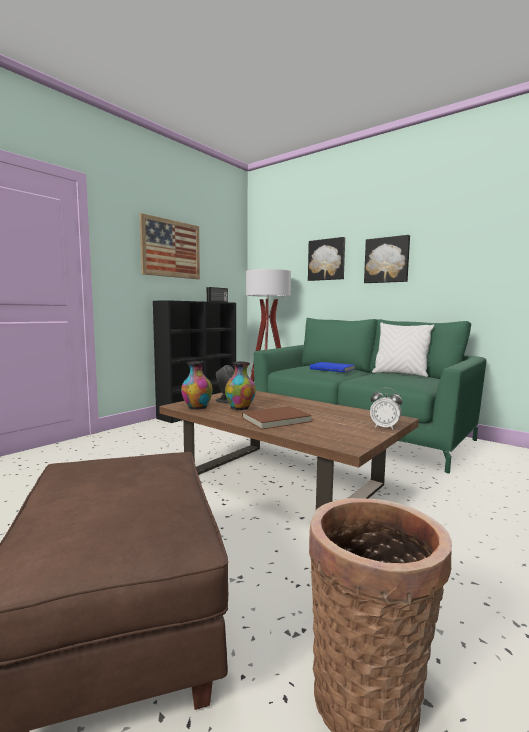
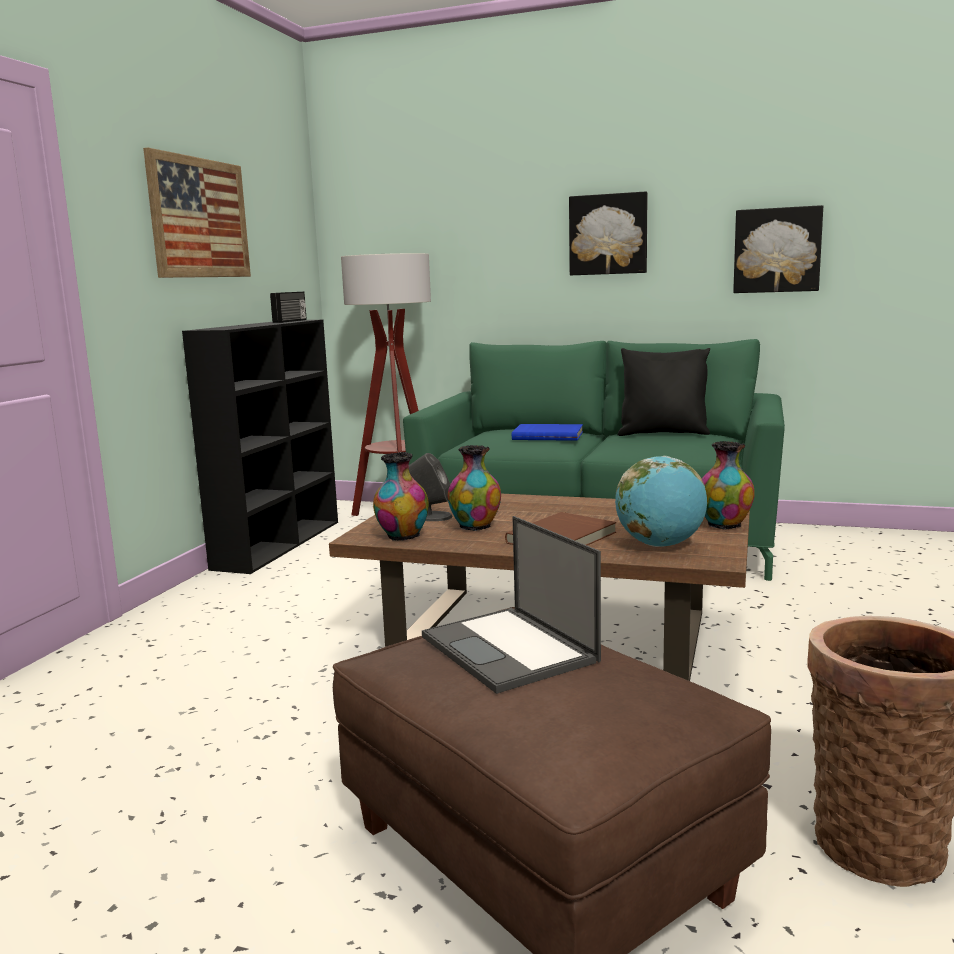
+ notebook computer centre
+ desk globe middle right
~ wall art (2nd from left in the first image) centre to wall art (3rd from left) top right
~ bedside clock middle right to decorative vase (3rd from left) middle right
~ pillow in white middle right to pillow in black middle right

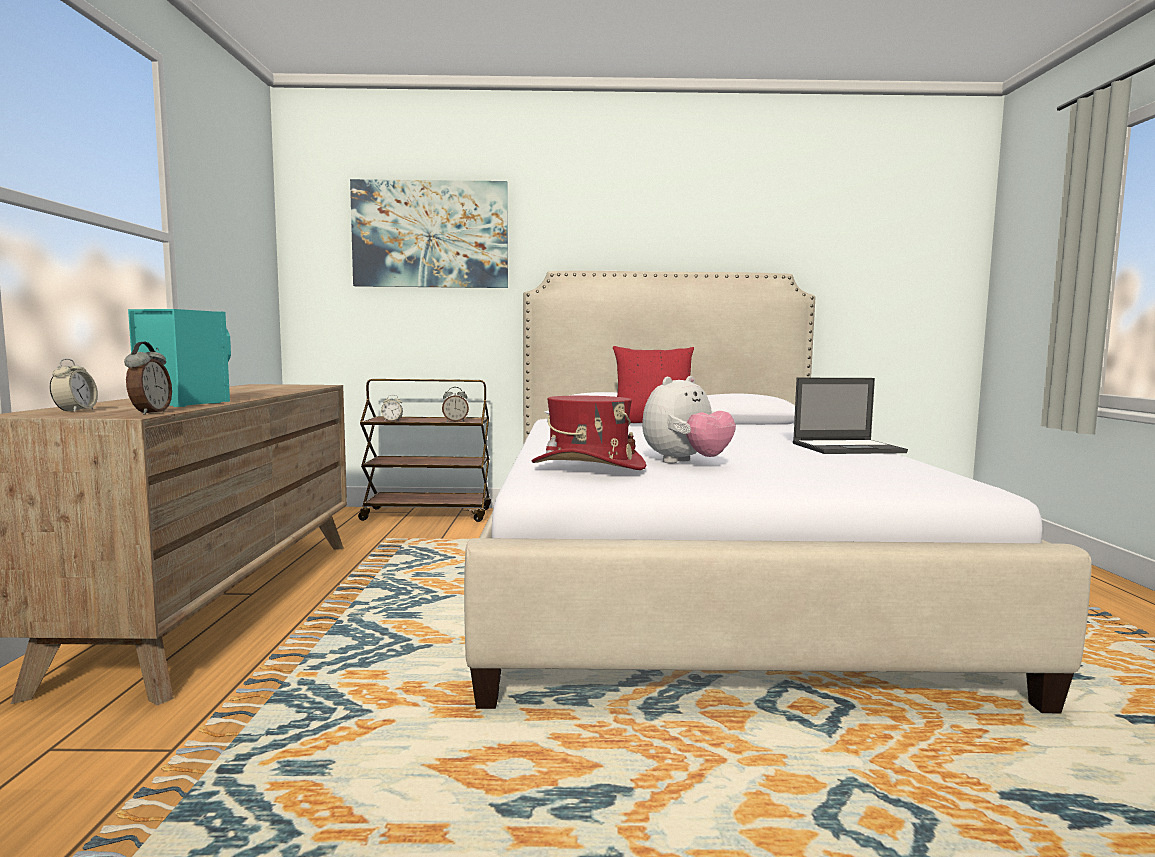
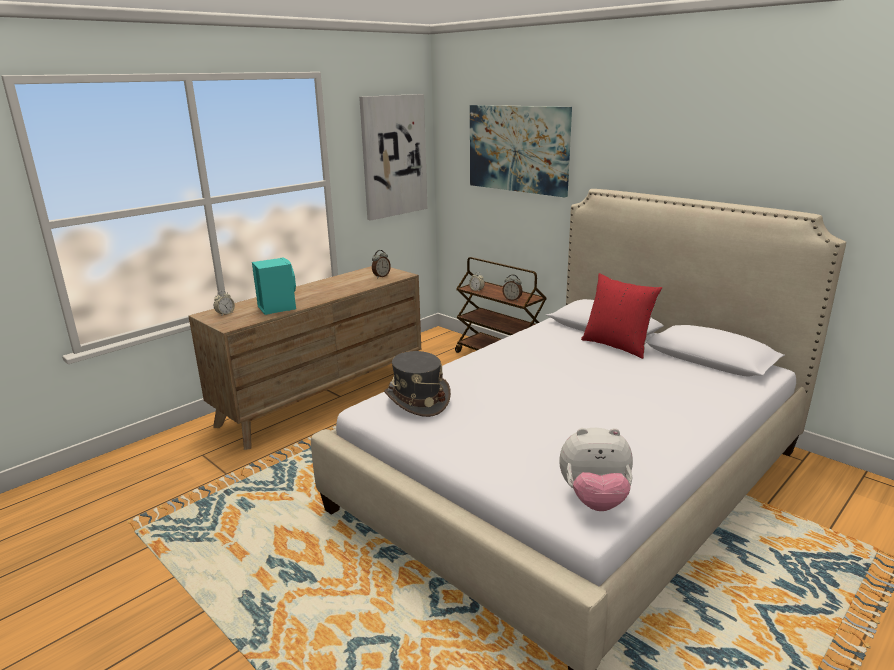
- notebook computer middle right
+ wall art (1st from left) top centre
~ bedside clock (2nd from left) middle left to centre
~ cuddly toy centre to bottom right
~ wearable hat in reddish centre to wearable hat in grey centre

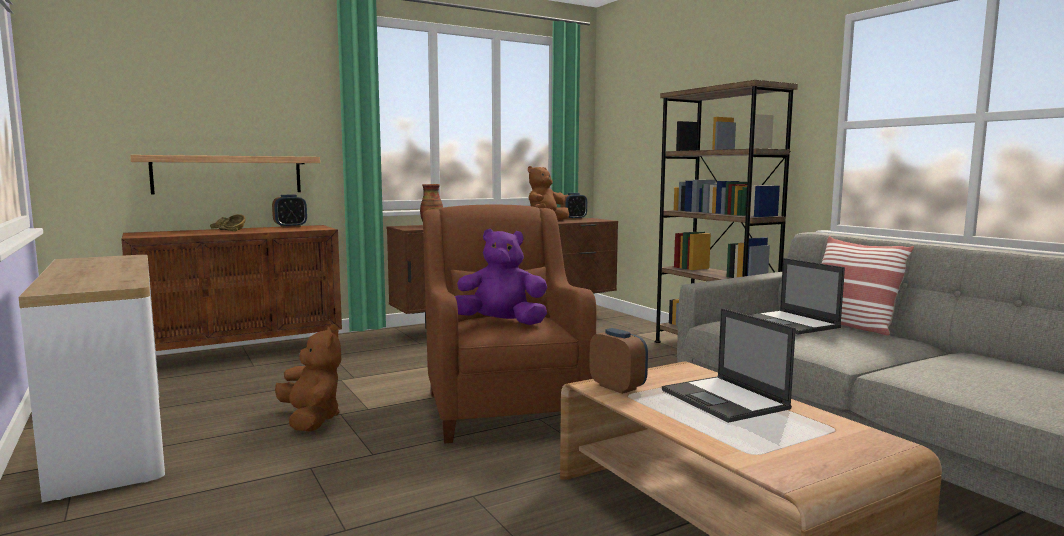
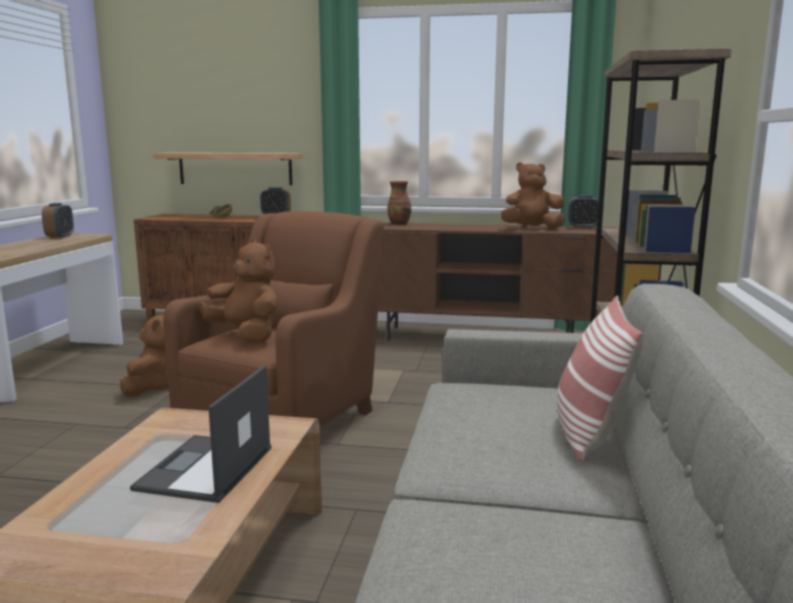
- notebook computer (2nd from left) middle right
~ bedside clock (3rd from left in the first image) bottom centre to bedside clock (1st from left) middle left
~ cuddly toy in purplish centre to cuddly toy in brownish (2nd from left) middle left

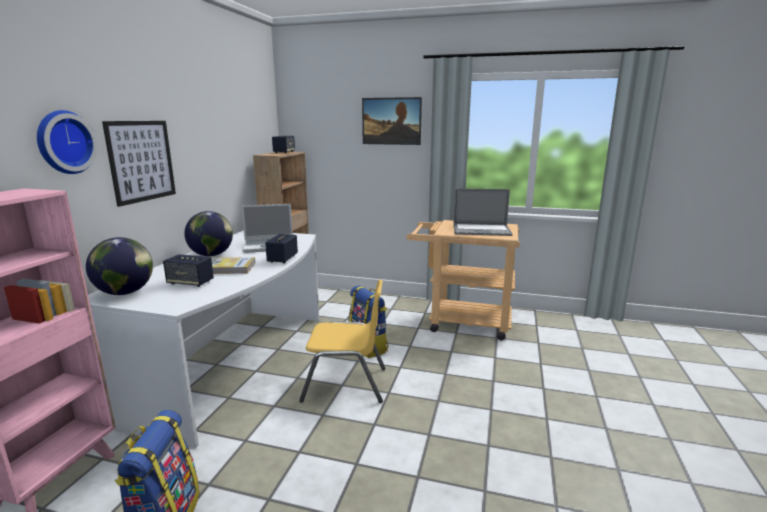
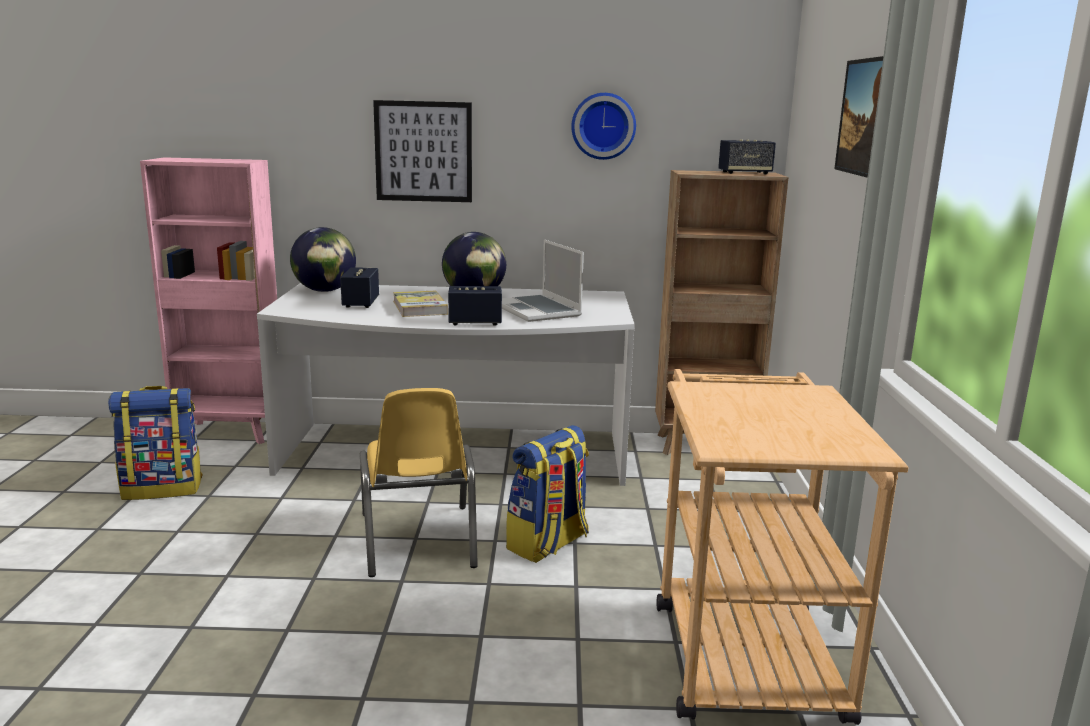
- notebook computer (2nd from left) centre
~ hanging clock top left to top centre

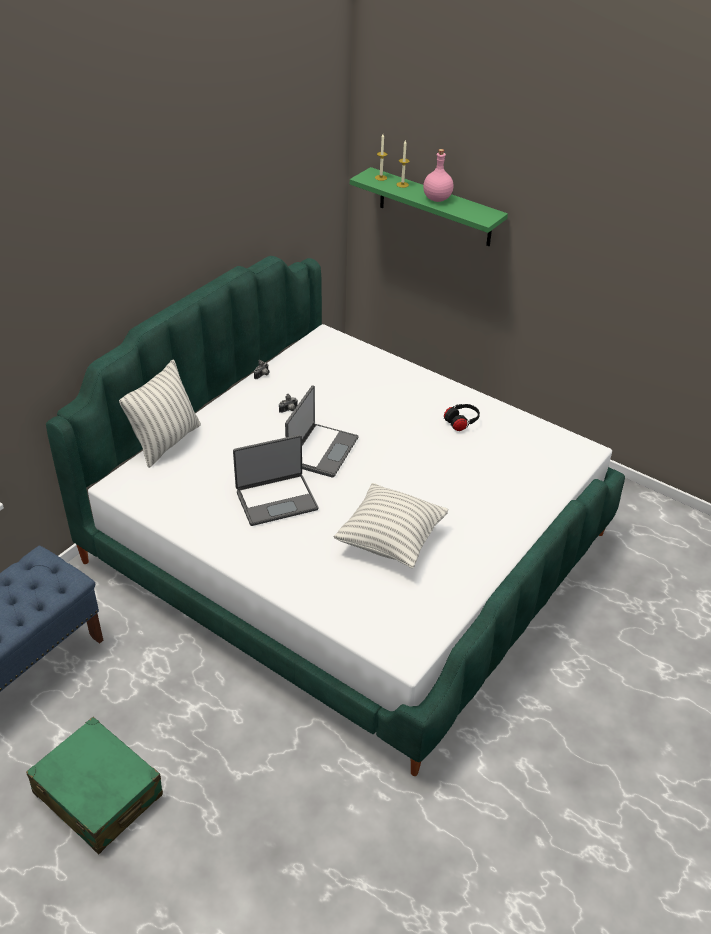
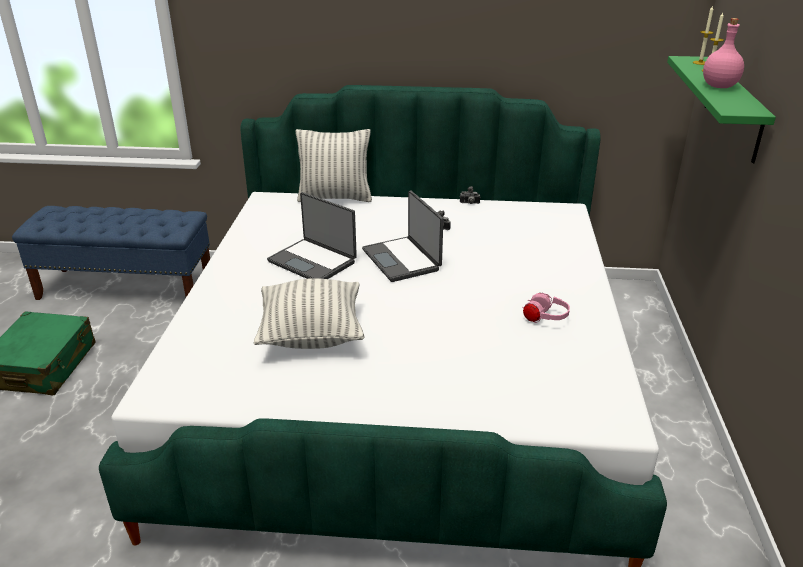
~ headset in black centre to headset in pinkish middle right
~ notebook computer (2nd from left) centre = centre 75 degrees clockwise

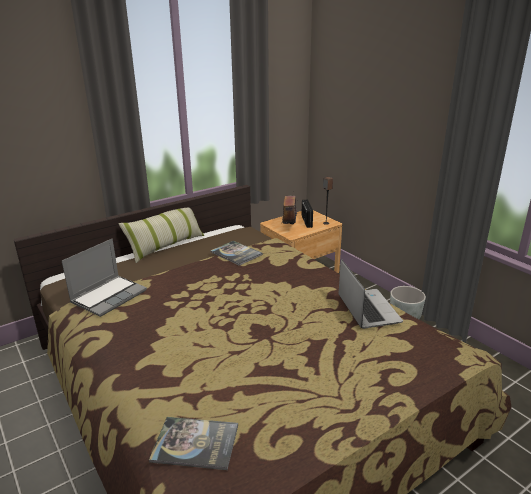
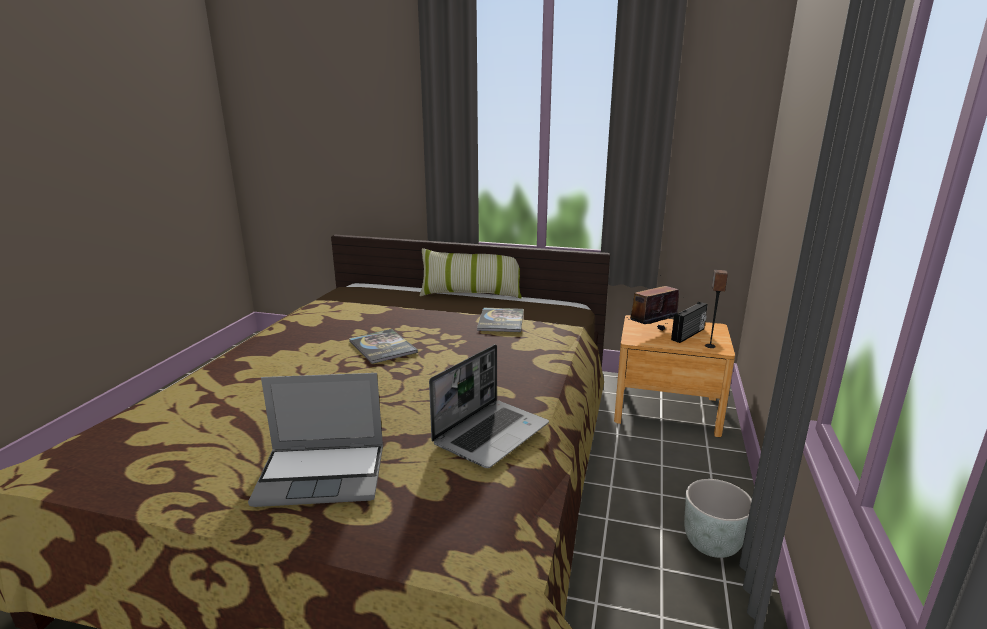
~ notebook computer (1st from left) middle left to bottom left
~ volume (1st from left) bottom centre to centre

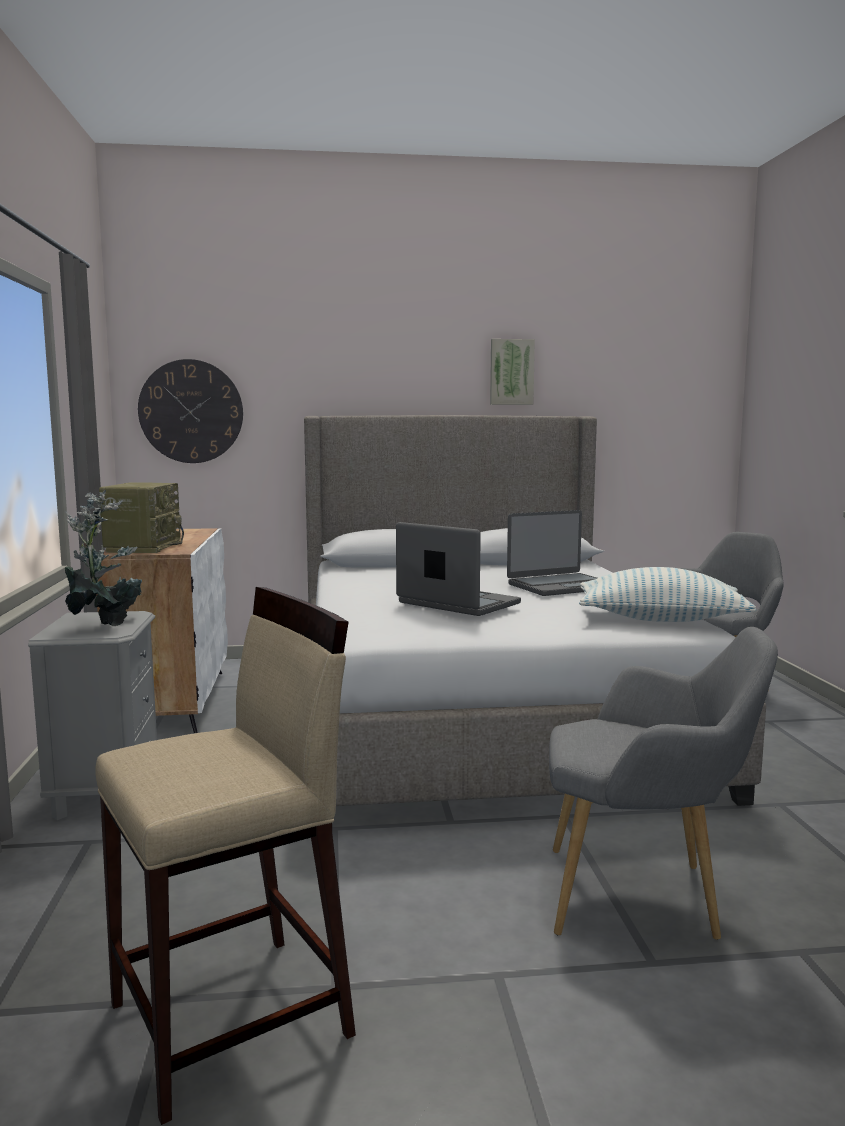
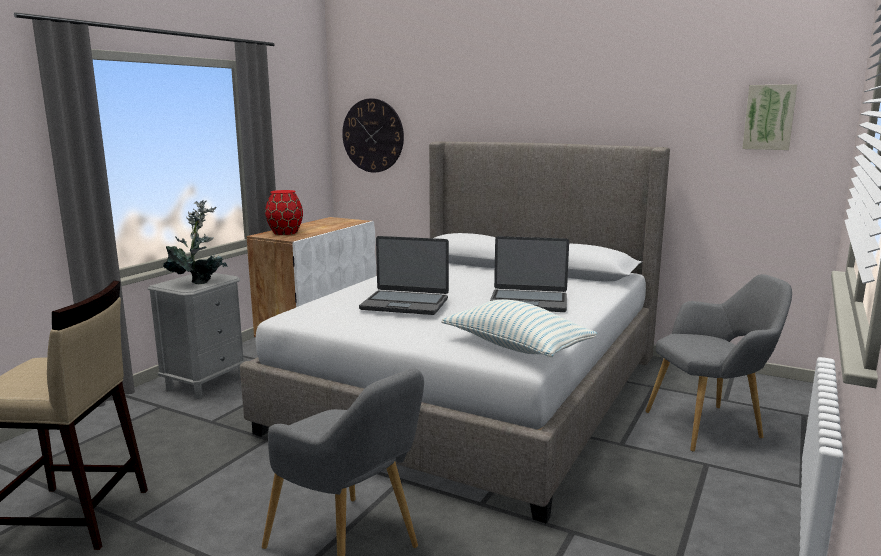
~ wall art top centre to top right
~ radio receiver middle left to decorative vase in reddish middle left
~ notebook computer (1st from left) centre = centre 120 degrees clockwise

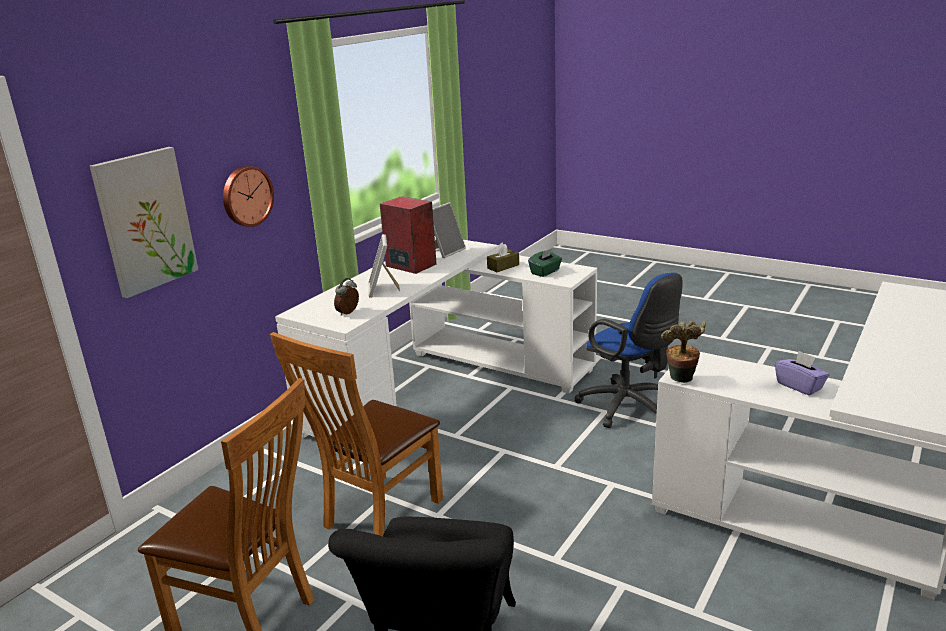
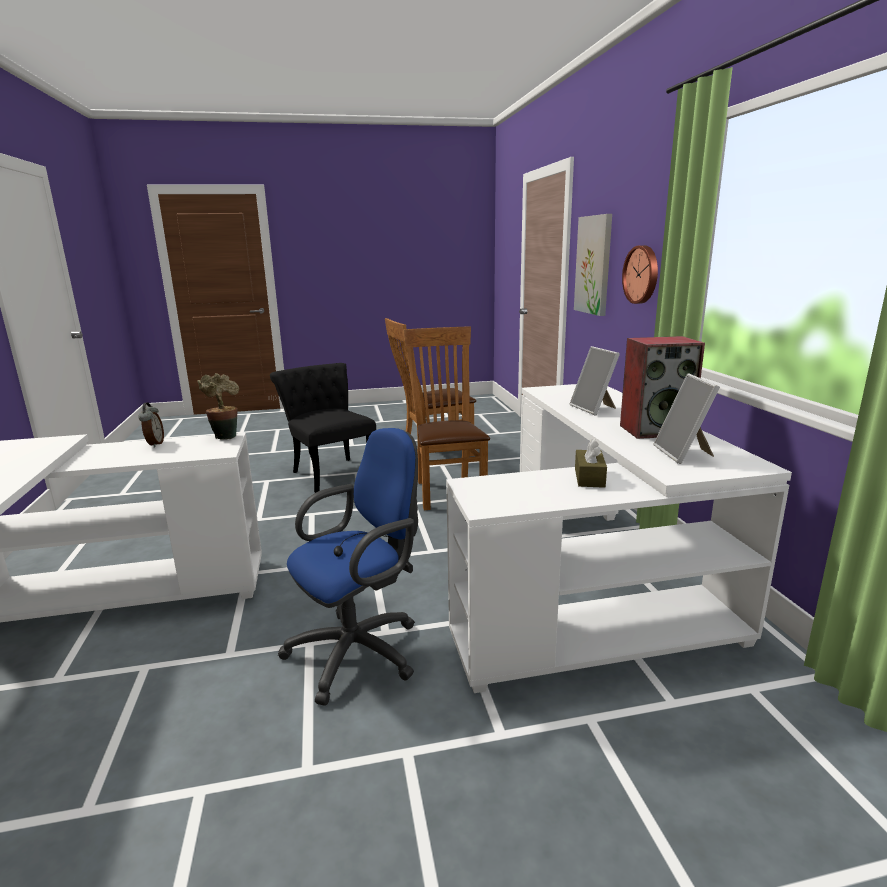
- tissue holder in green-coloured centre
- tissue holder in purplish middle right
~ bedside clock centre to middle left
~ standing frame (1st from left) centre = middle right 150 degrees counterclockwise
~ office chair in blue centre = centre 135 degrees clockwise

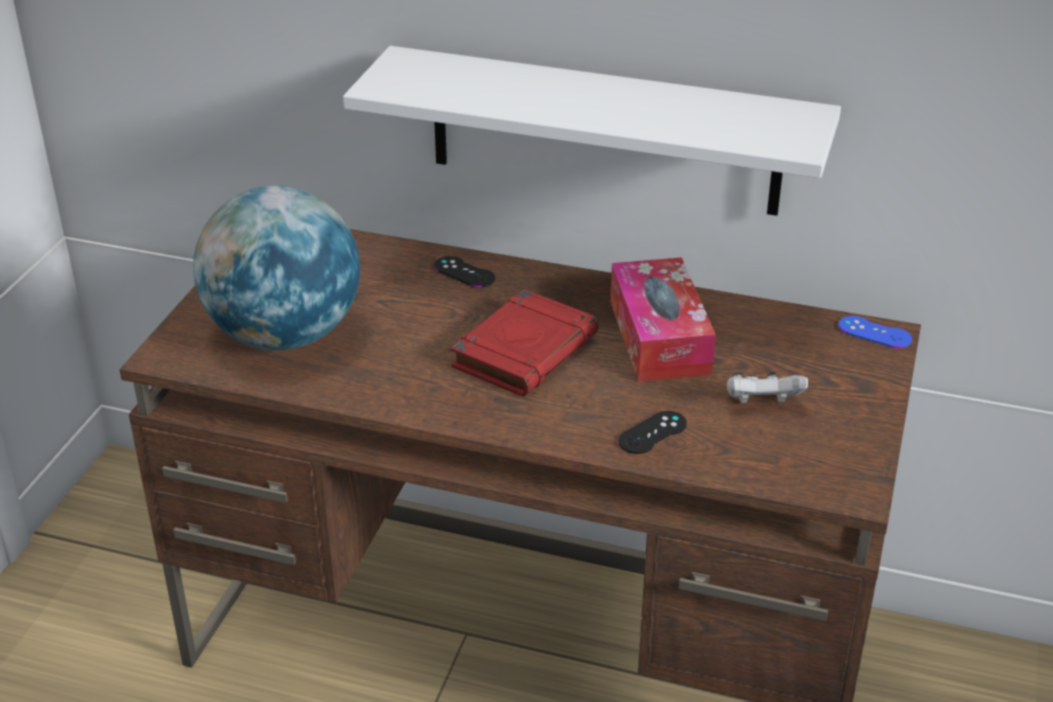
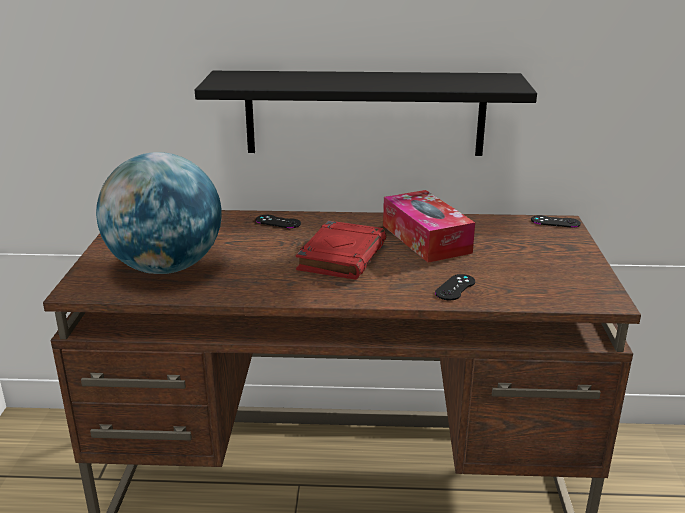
- joypad in white middle right
~ wall shelf in white top centre to wall shelf in black top centre
~ joypad in blue middle right to joypad in black (3rd from left) middle right

